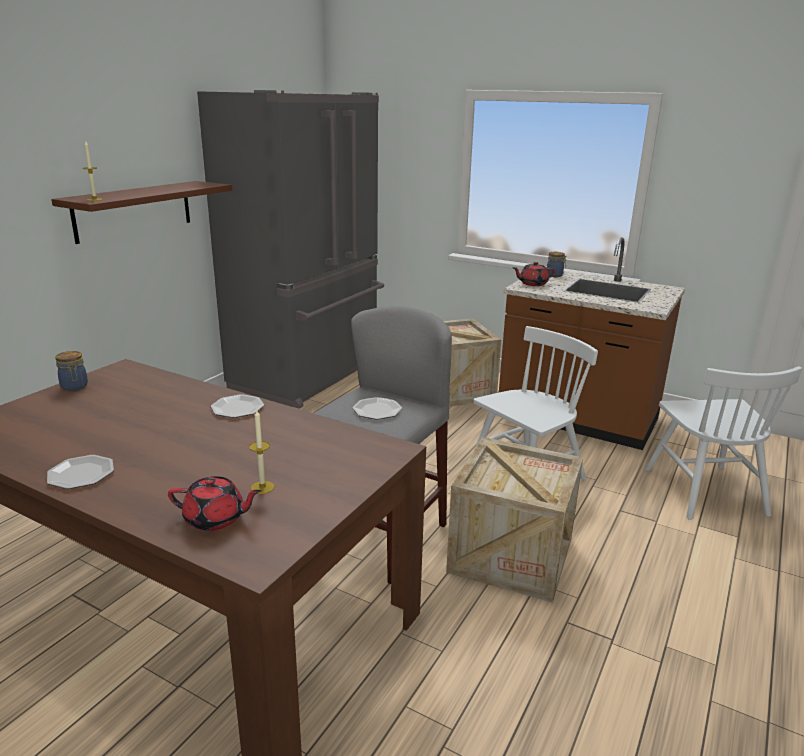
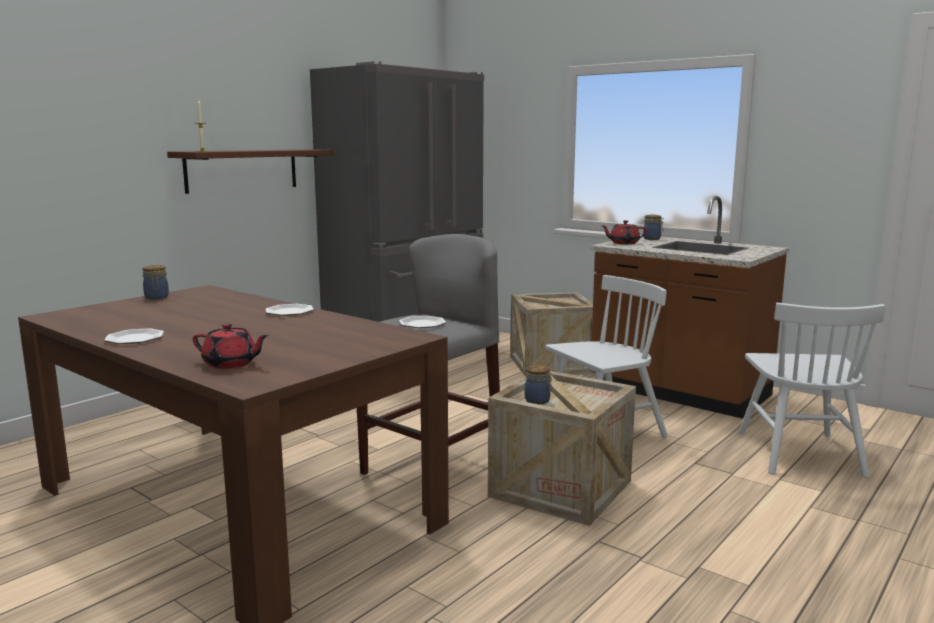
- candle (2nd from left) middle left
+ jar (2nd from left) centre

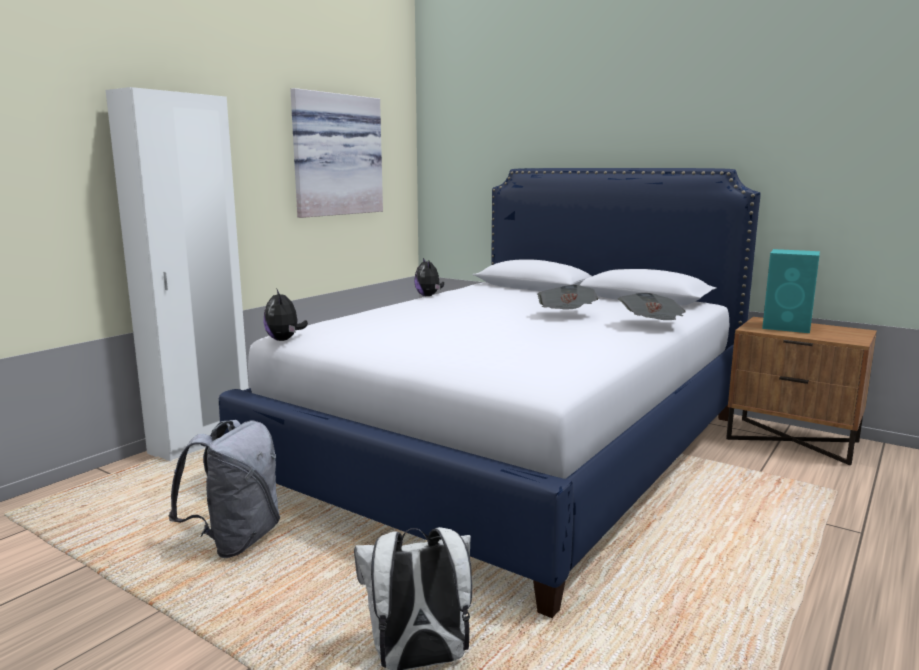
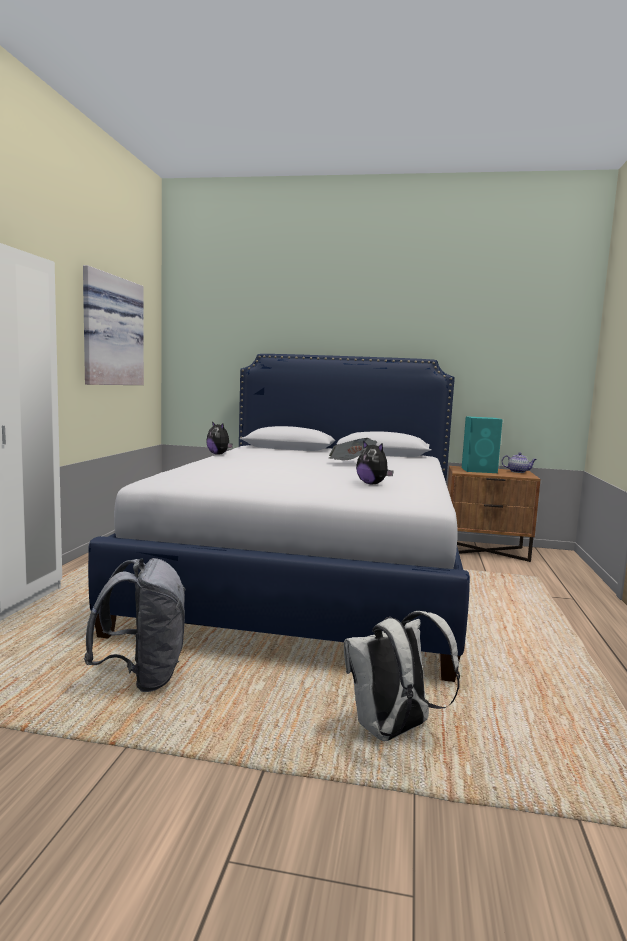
- newspaper (2nd from left) middle right
+ tea pot middle right
~ cuddly toy (1st from left in the first image) middle left to cuddly toy (2nd from left) centre

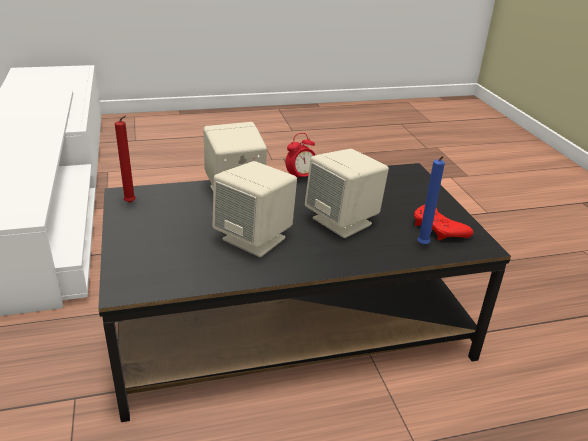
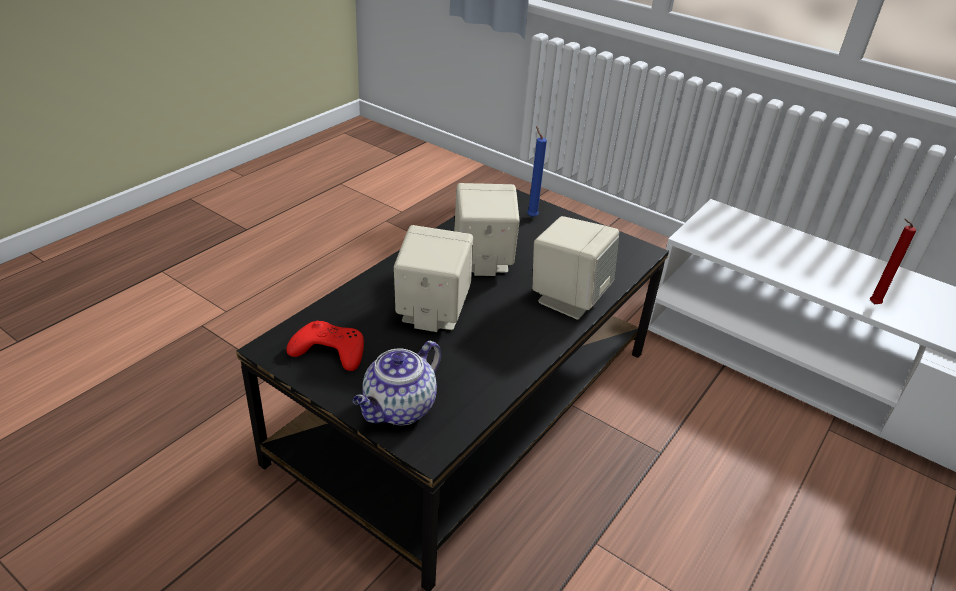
- bedside clock centre
+ tea pot centre
~ candle in reddish middle left to middle right
~ candle in blue middle right to top centre

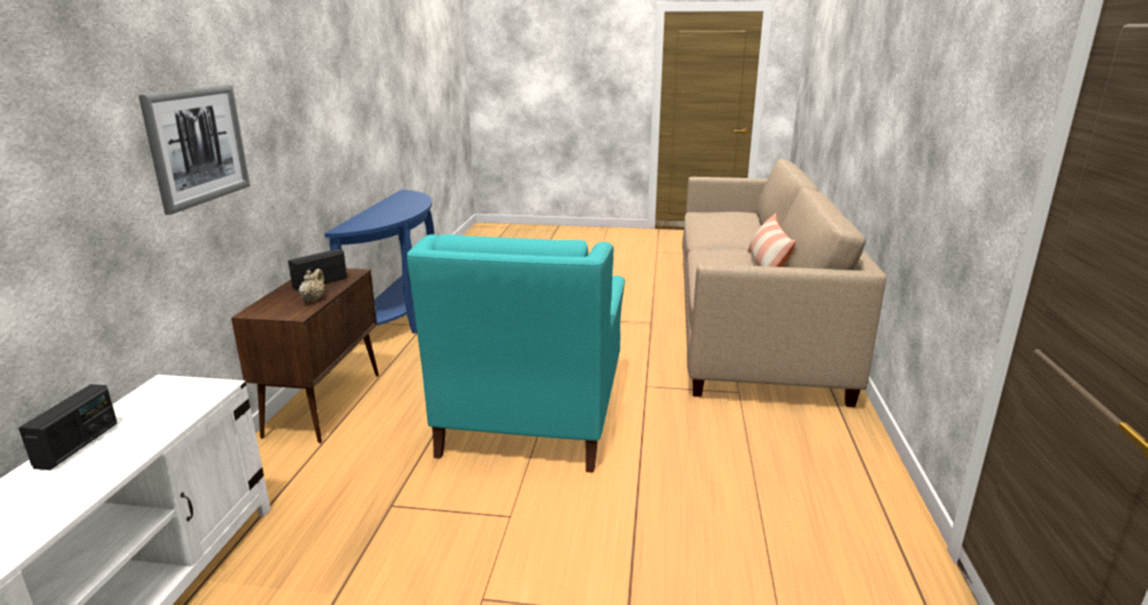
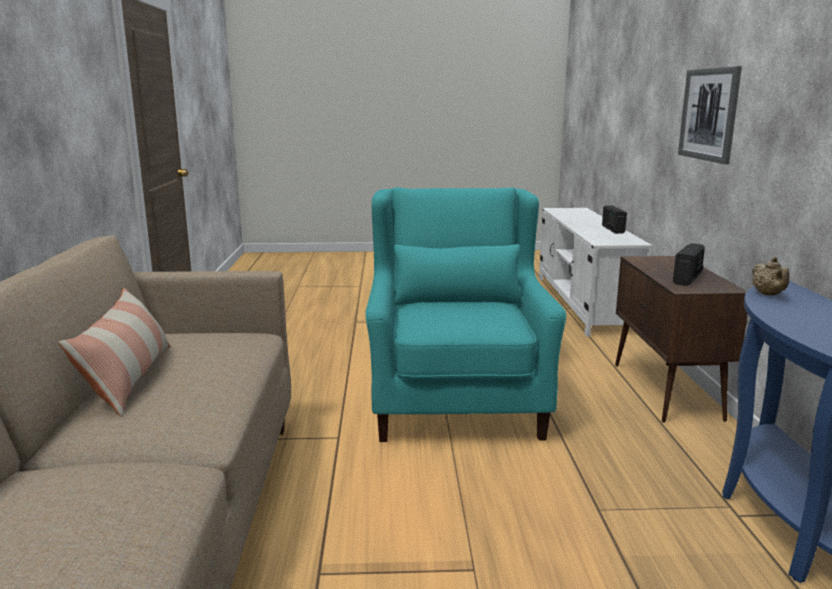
~ tea pot in sand-coloured middle left to middle right

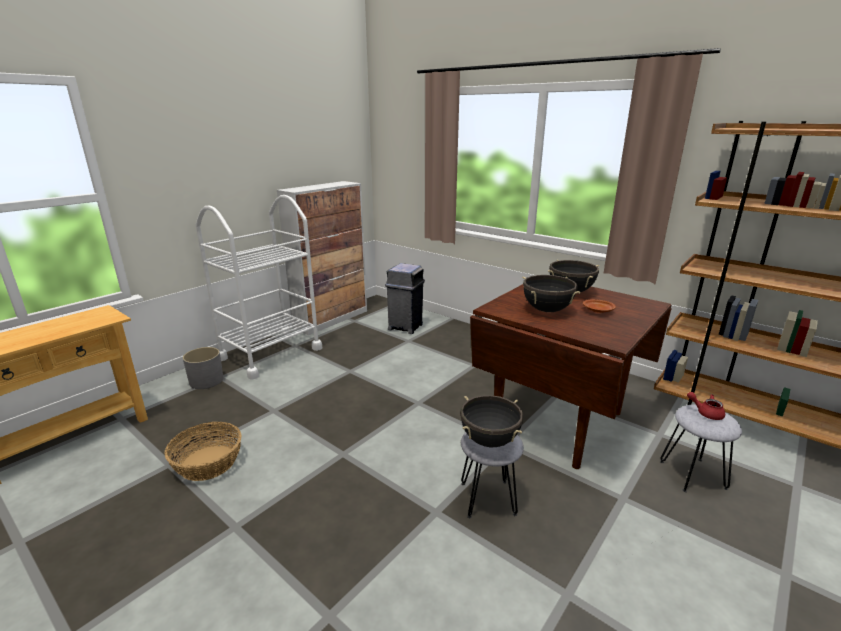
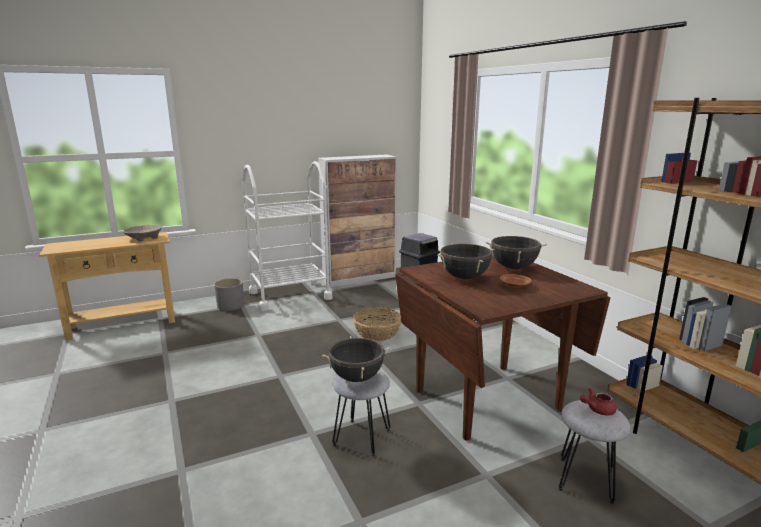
+ serving bowl in sand-coloured middle left
~ household basket bottom left to centre
~ tea pot in reddish middle right = bottom right 75 degrees counterclockwise

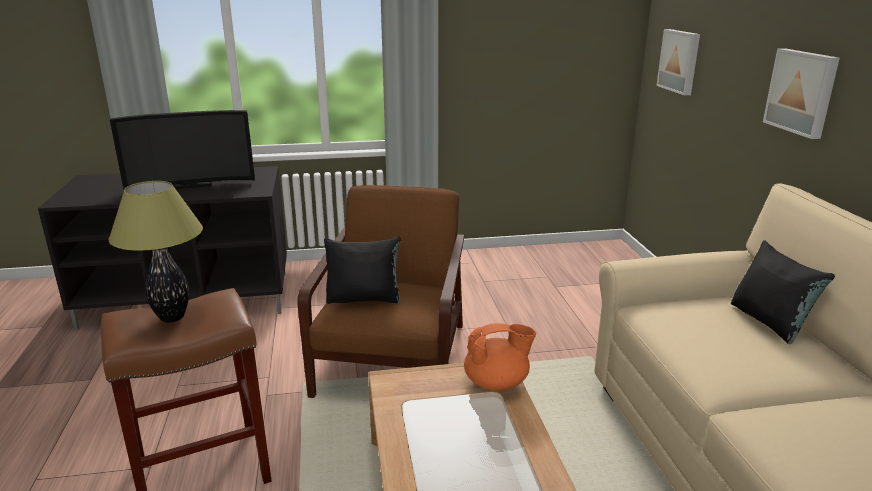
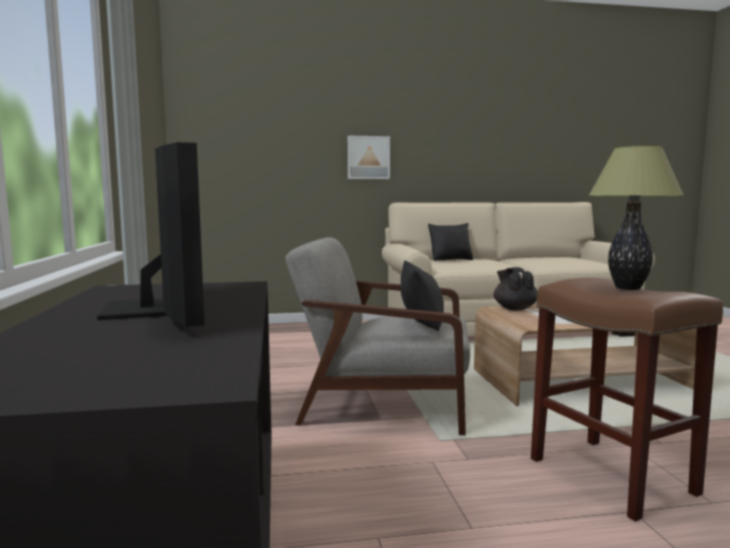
- wall art (1st from left) top right
~ lounge chair in brownish centre to lounge chair in grey centre
~ tea pot in orange-coloured bottom centre to tea pot in black middle right

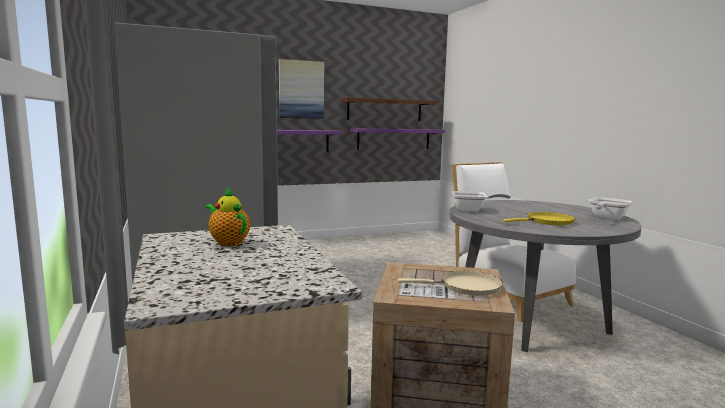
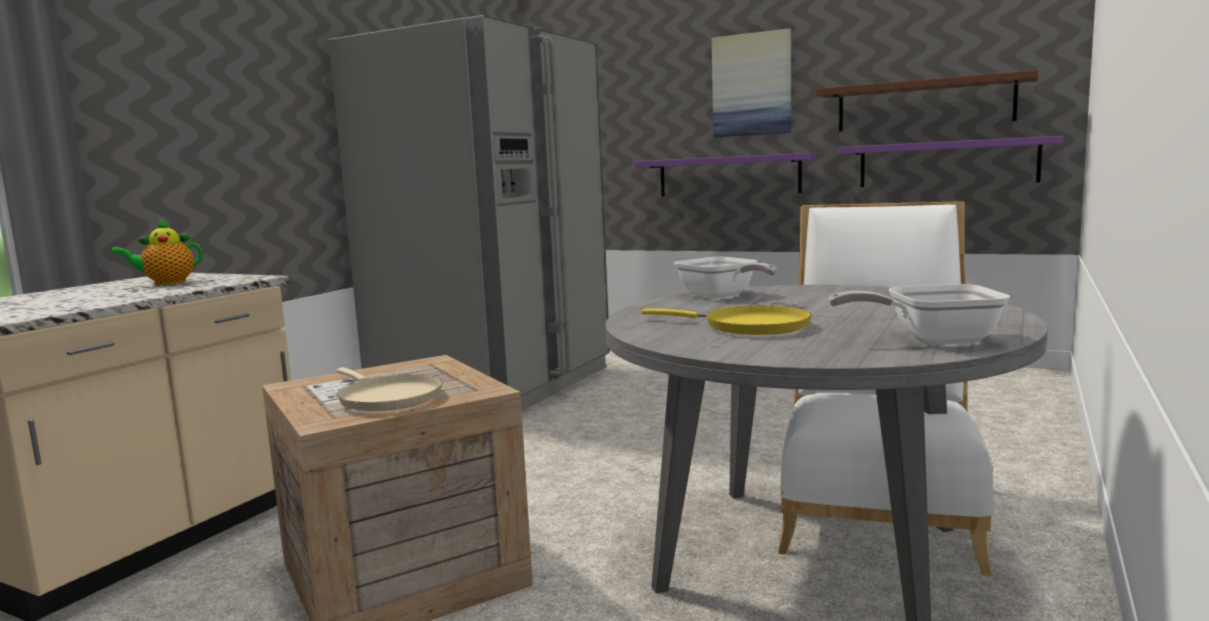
~ tea pot middle left = middle left 120 degrees counterclockwise

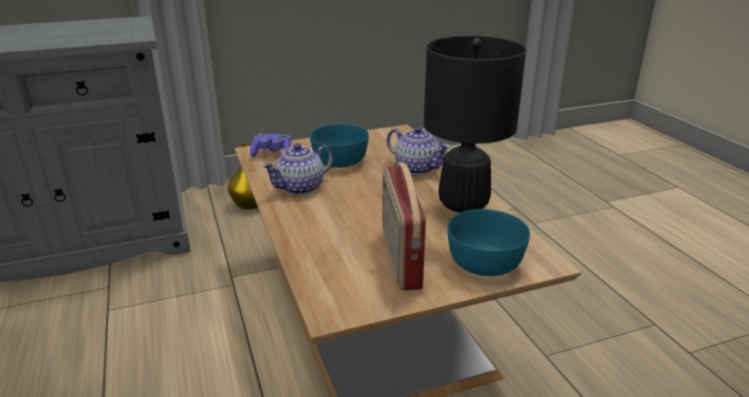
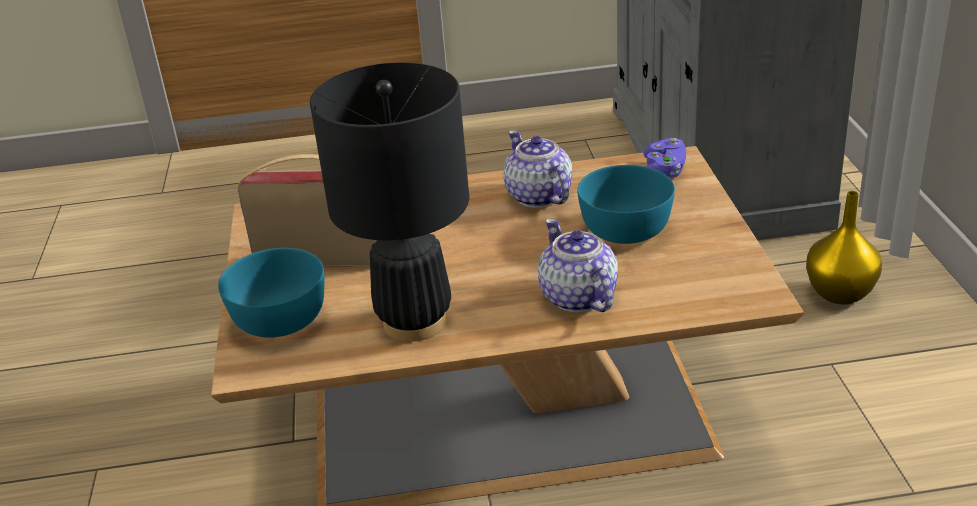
~ tea pot (2nd from left) centre = centre 105 degrees clockwise

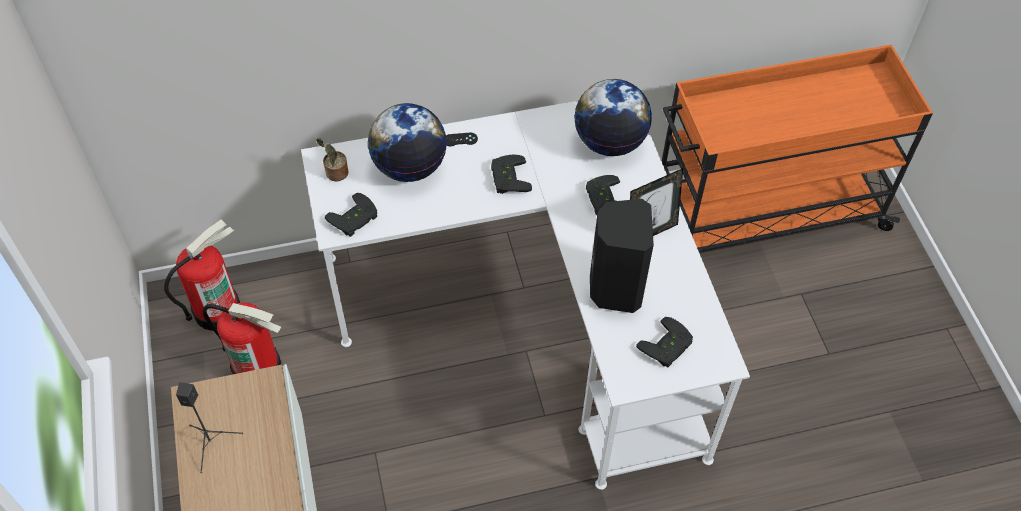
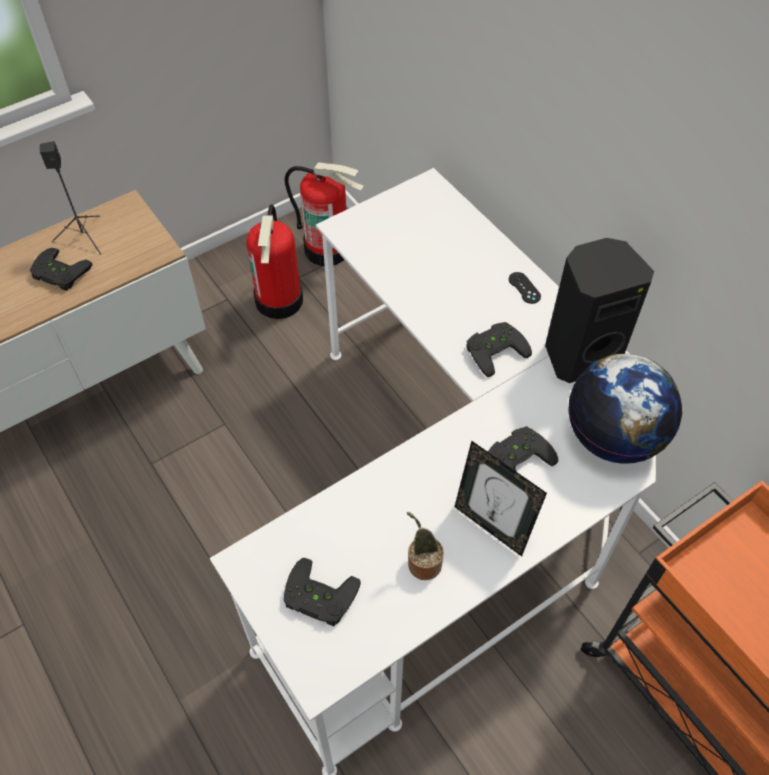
- desk globe (1st from left) top centre
~ potted plant top left to bottom centre
~ joypad in black (1st from left) centre to middle left
~ speaker in black (2nd from left) centre to middle right

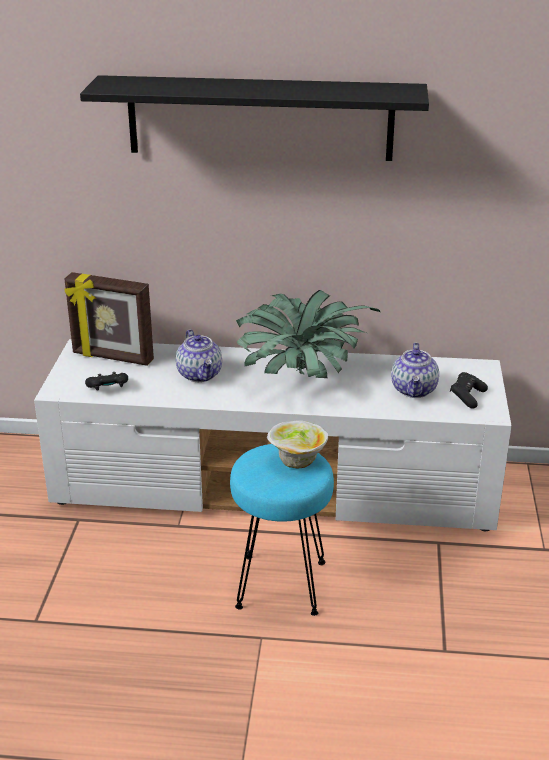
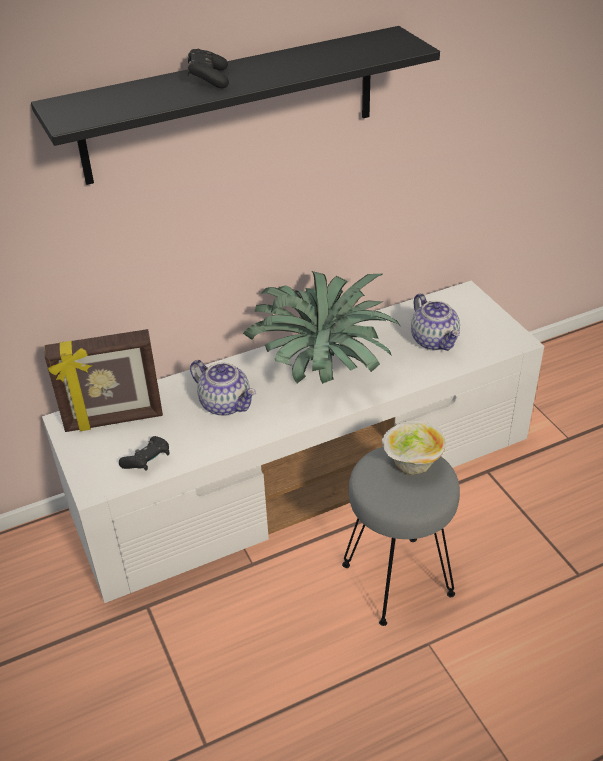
~ joypad in black (2nd from left) middle right to top centre
~ stool in turquoise-coloured bottom centre to stool in grey bottom centre

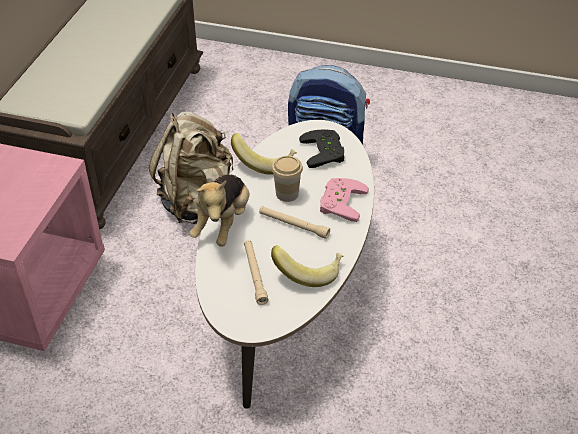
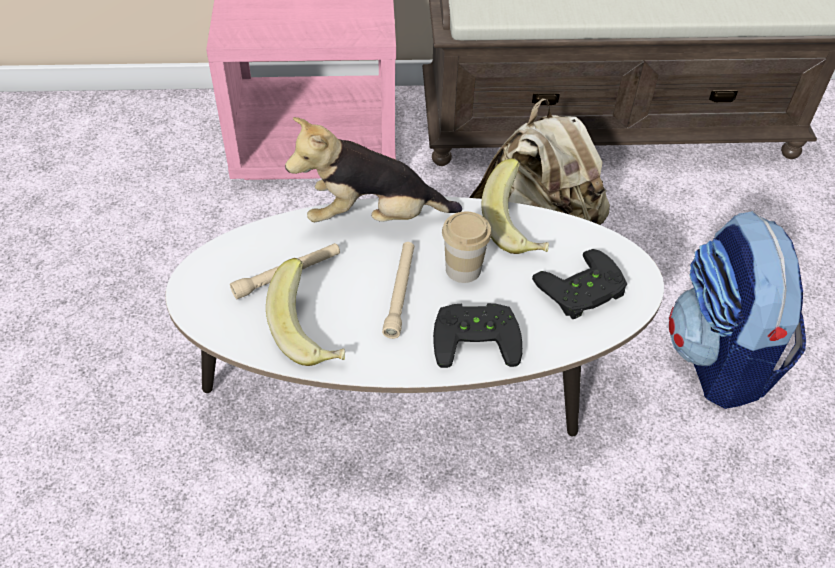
~ joypad in pinkish centre to joypad in black (1st from left) centre

